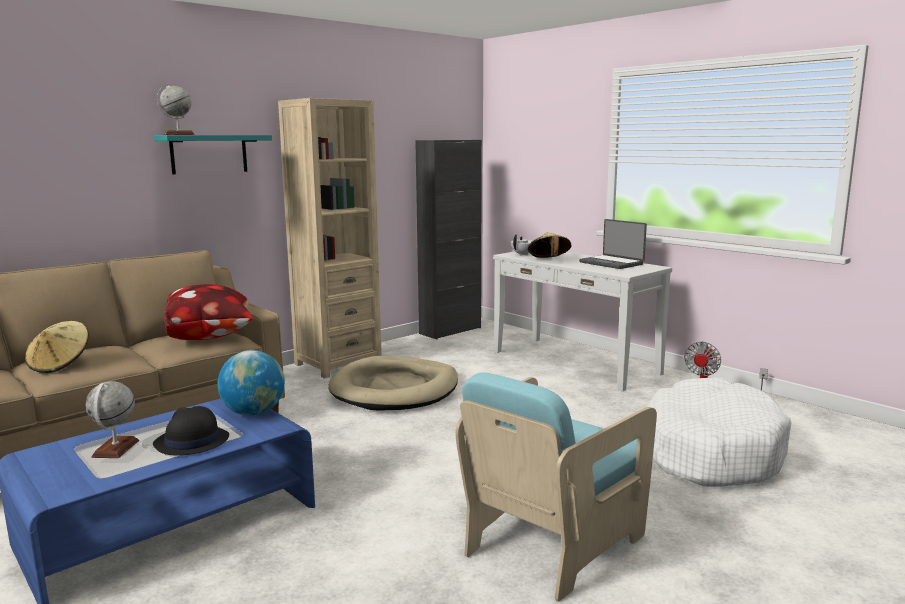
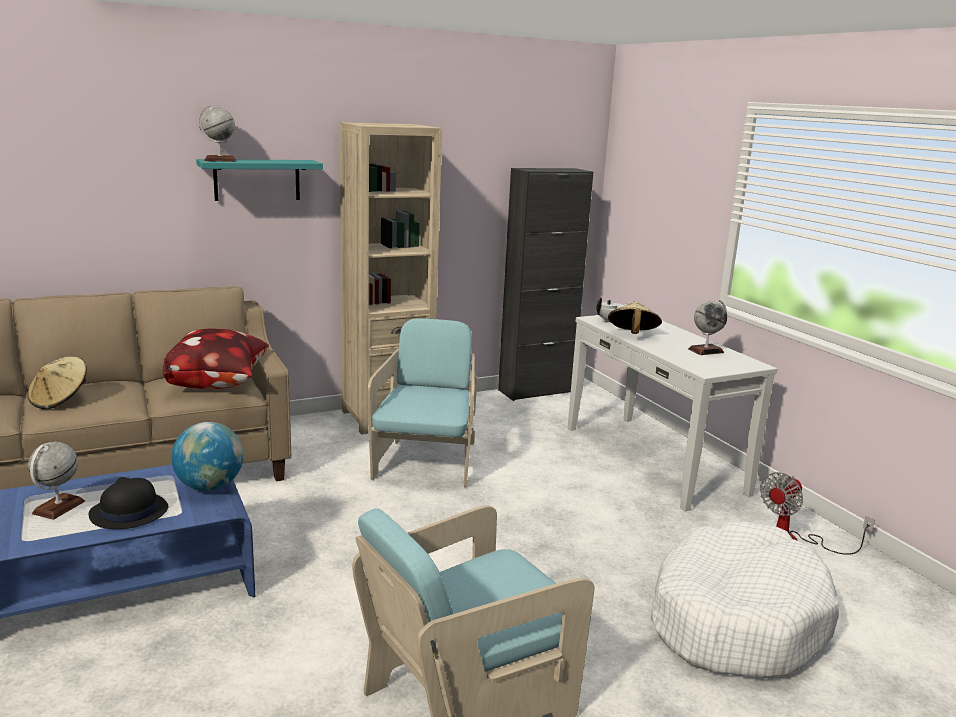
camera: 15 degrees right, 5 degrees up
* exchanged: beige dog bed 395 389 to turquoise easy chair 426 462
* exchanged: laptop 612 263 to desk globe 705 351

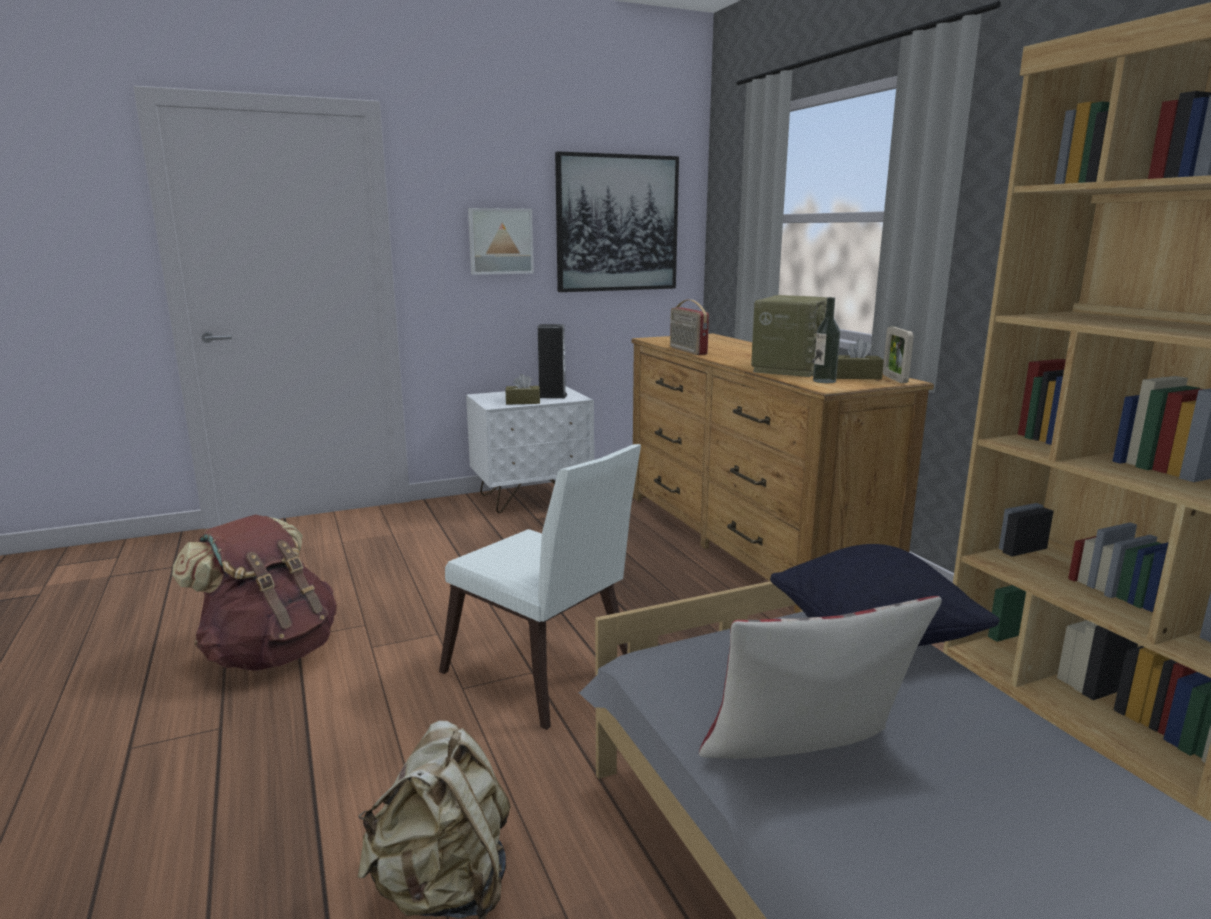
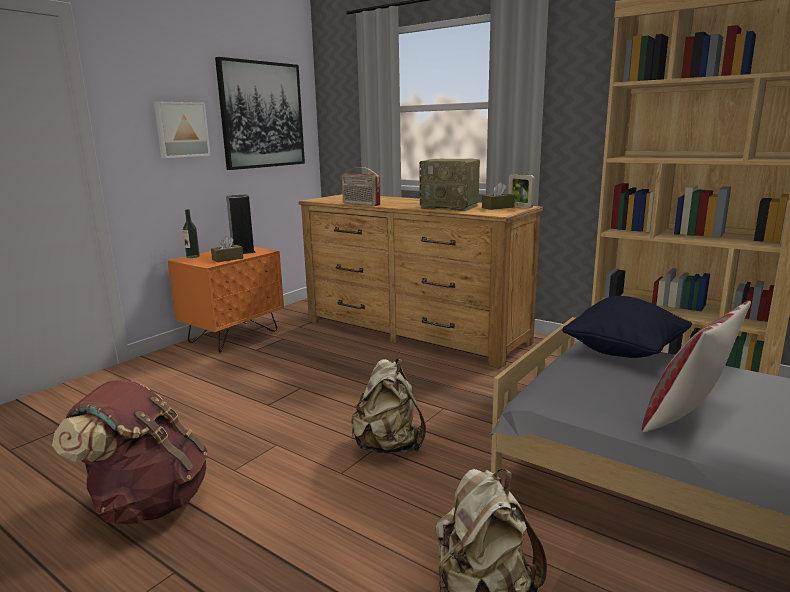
camera: 30 degrees left, 0 degrees up
* colour: white nightstand 532 498 to orange nightstand 234 336
* relocated: beverage bottle 824 381 to 193 256
* exchanged: white chair 545 675 to beige backpack 388 446
* spun: radio 789 368 = 450 207 120 degrees clockwise

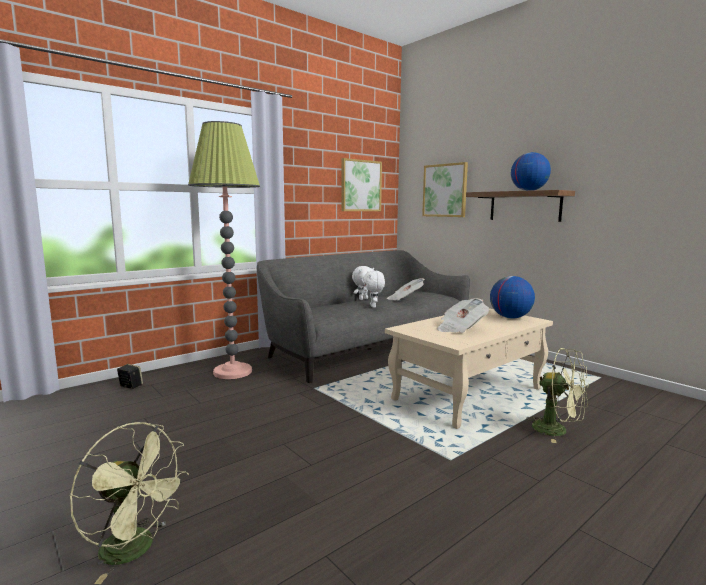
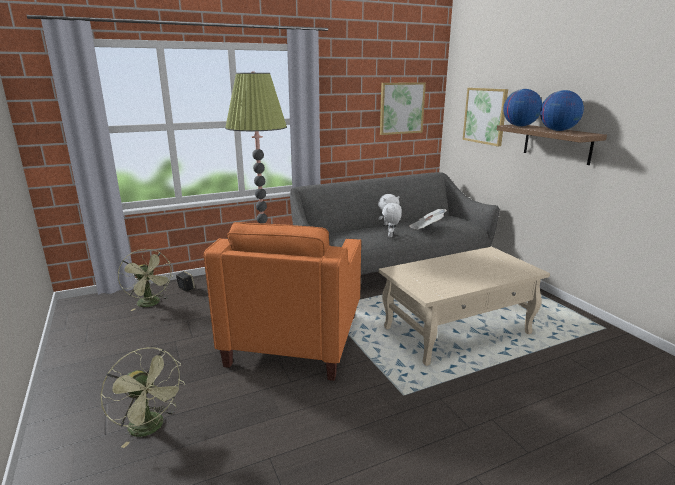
camera: 15 degrees right, 10 degrees up
* relocated: greenish fan 557 430 to 151 304
* appeared: orange easy chair 294 339
* relocated: desk globe 510 317 to 519 126
* missing: daily paper 460 329

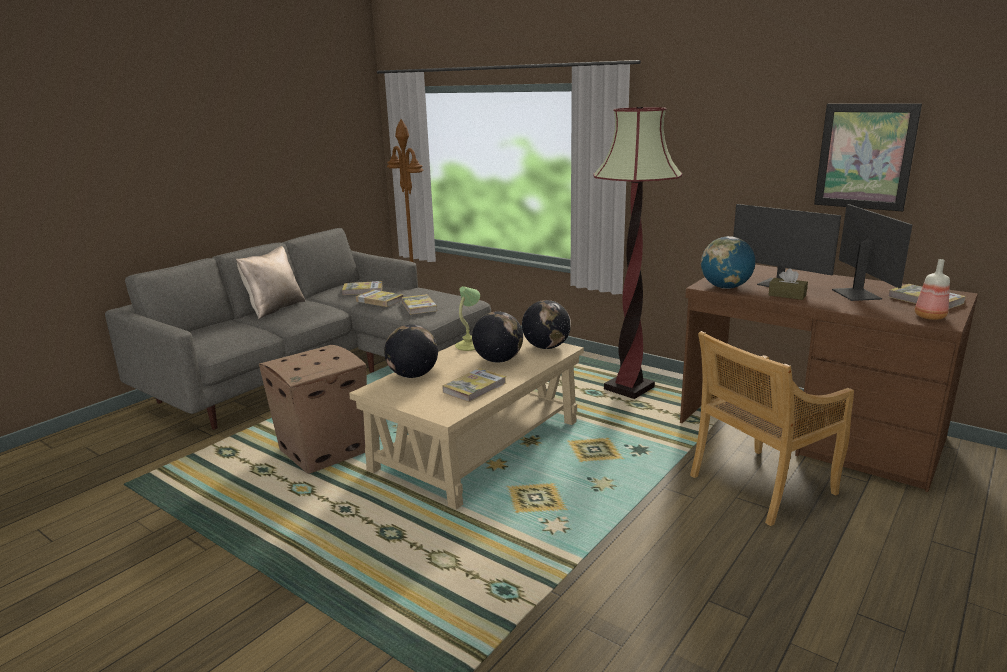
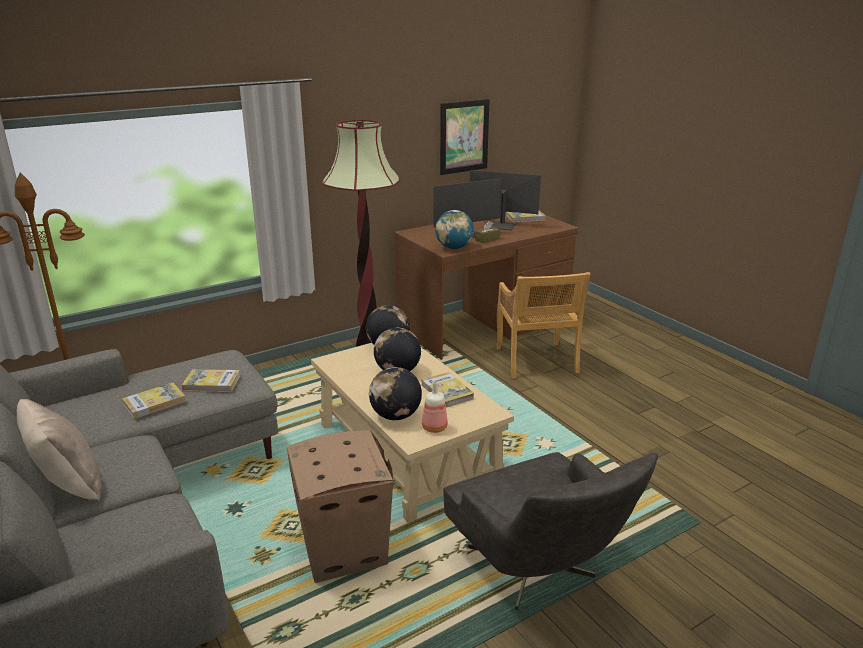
camera: 70 degrees left, 5 degrees up
* relocated: beverage bottle 929 317 to 434 428
* appeared: gray easy chair 539 573
* missing: bound book 363 290
* missing: lamp for a table 469 346

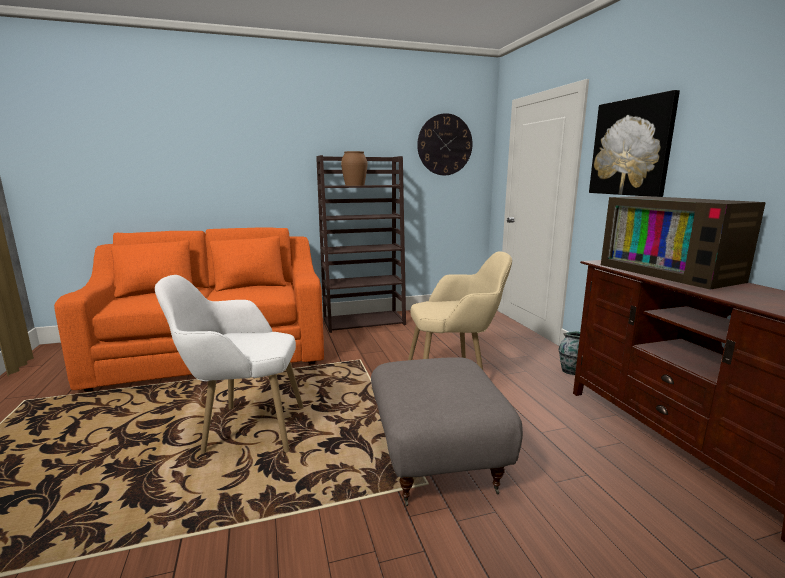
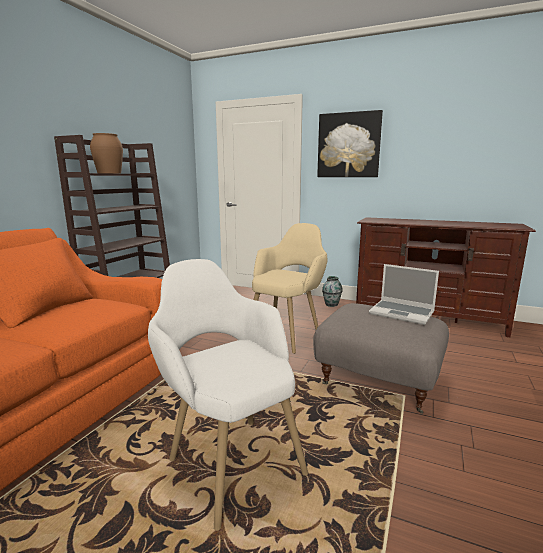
camera: 50 degrees left, 0 degrees up
* spun: white easy chair 241 429 = 227 456 105 degrees clockwise
* appeared: laptop 402 313
* missing: clock on the wall 445 145
* missing: TV 671 273

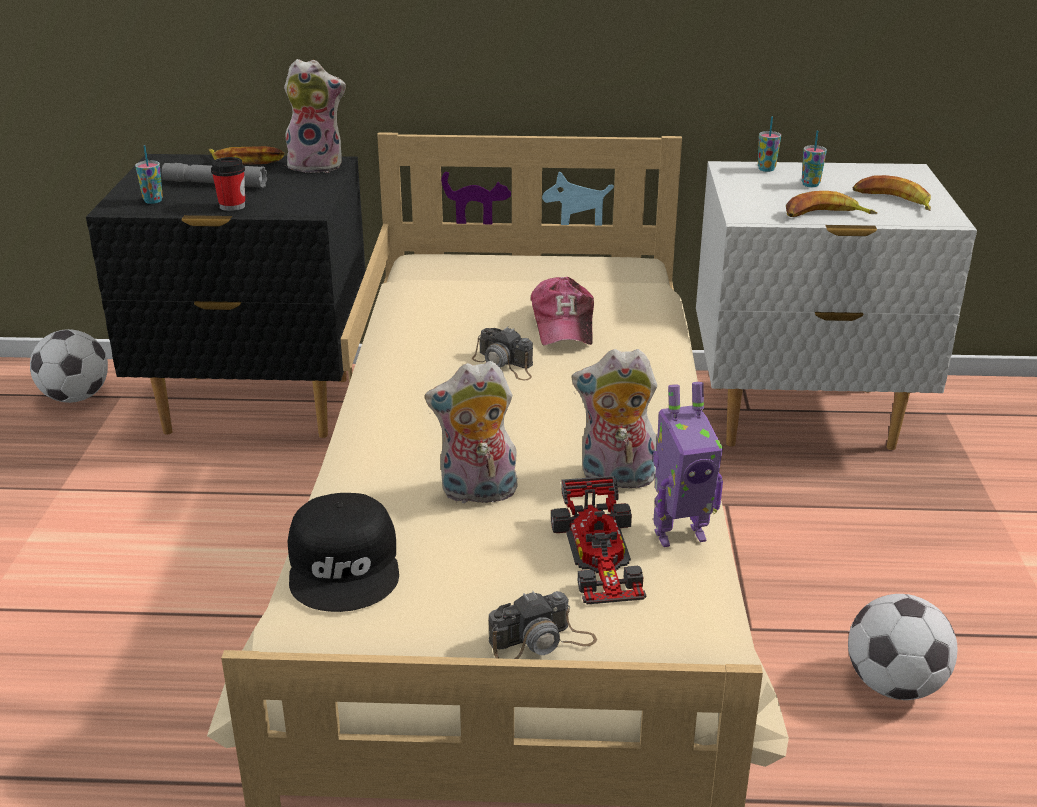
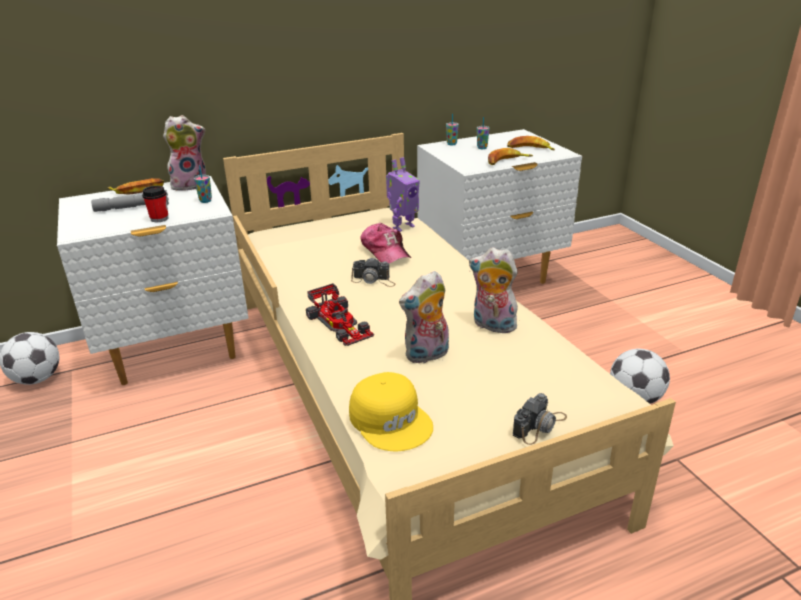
camera: 25 degrees left, 0 degrees up
* colour: black-coloured nightstand 258 406 to white nightstand 175 351
* relocated: drinking cup 153 201 to 205 201
* relocated: model car 600 555 to 340 323
* colour: black-coloured peaked cap 346 565 to yellow-coloured peaked cap 391 419
* relocated: robot figure 678 534 to 402 226
* spun: soft toy 615 478 = 492 326 45 degrees clockwise

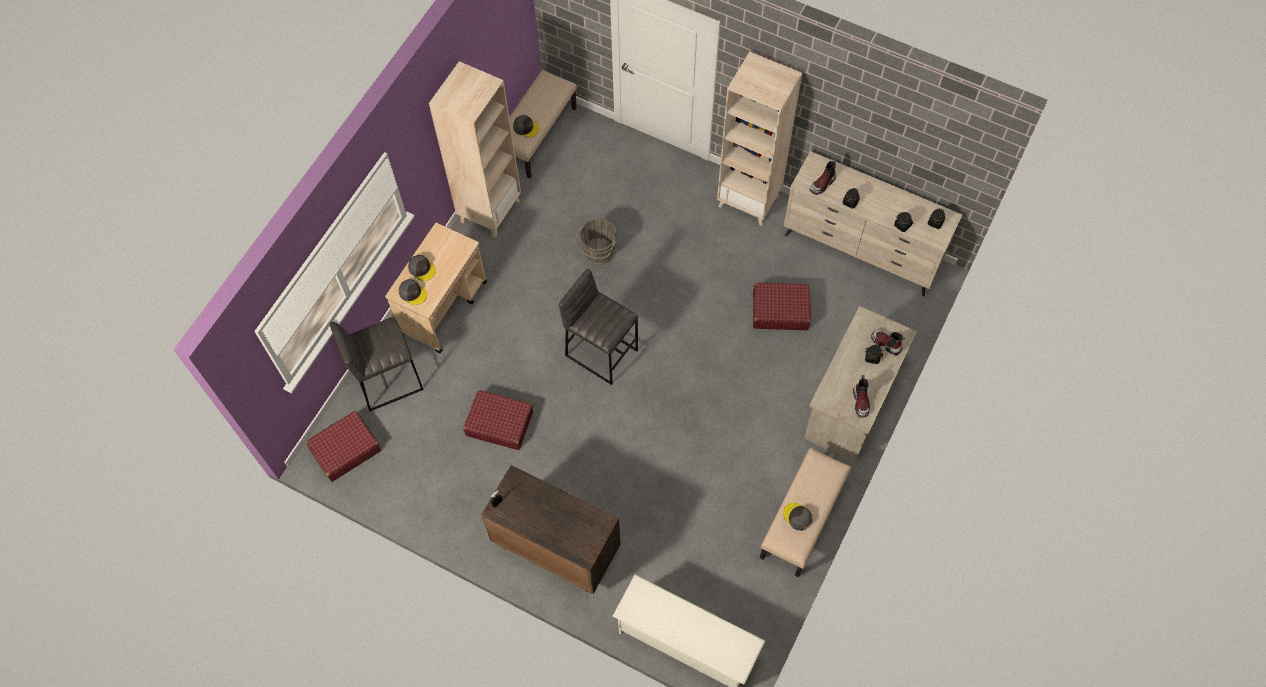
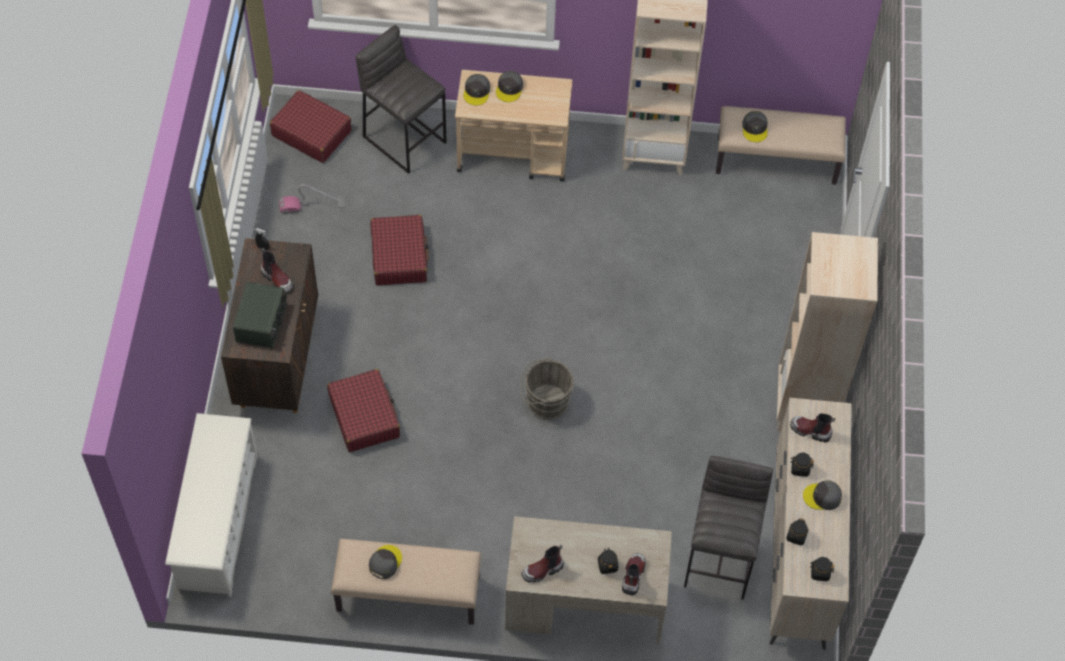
camera: 65 degrees right, 5 degrees down
* appeared: radio 262 323
* appeared: boot 277 279
* appeared: hoover 312 205
* relocated: reddish suitcase 780 311 to 364 416
* relocated: gray bucket 598 253 to 545 402
* relocated: gray stool seat 601 352 to 720 559
* appeared: gray peaked cap 822 497

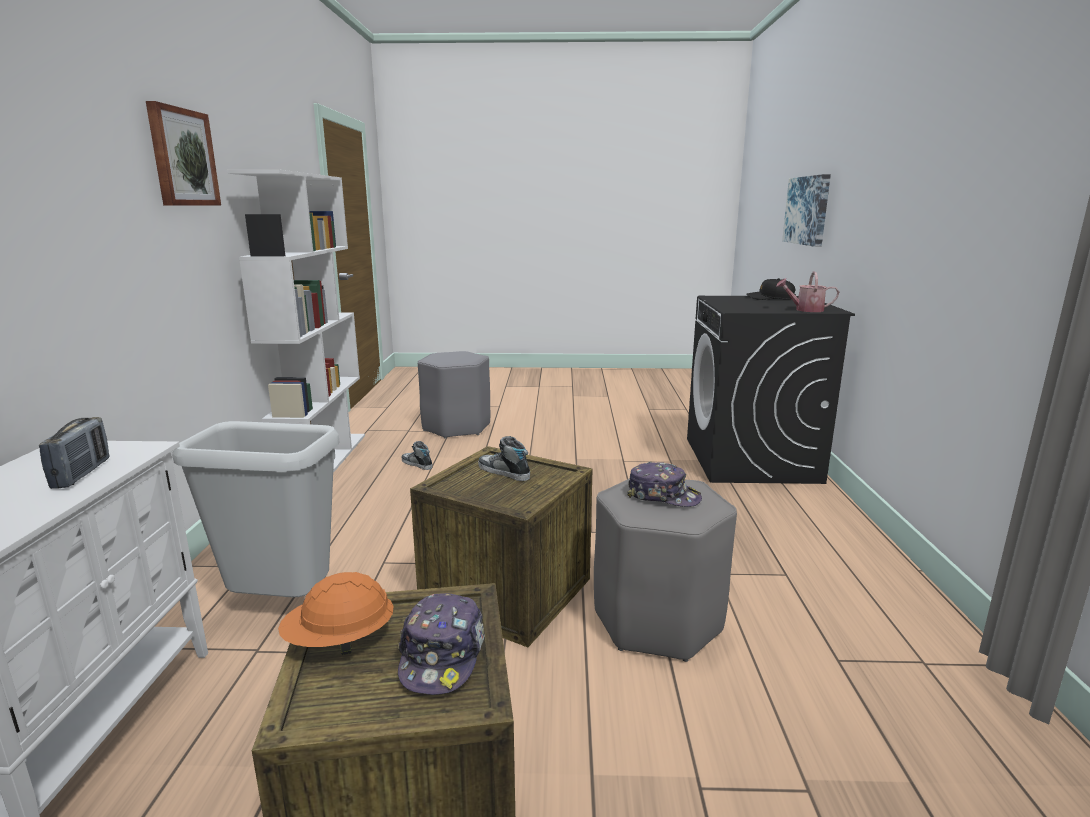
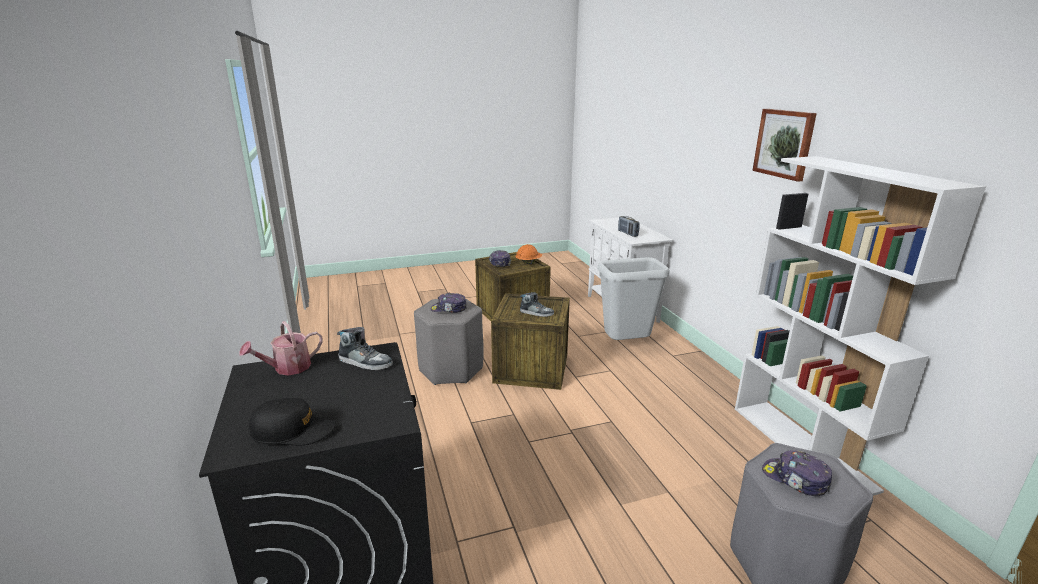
camera: 160 degrees right, 5 degrees up
* spun: watering can 805 310 = 287 368 150 degrees clockwise
* relocated: low shoe 417 464 to 365 362
* appeared: peaked cap 795 479
* missing: picture 808 210

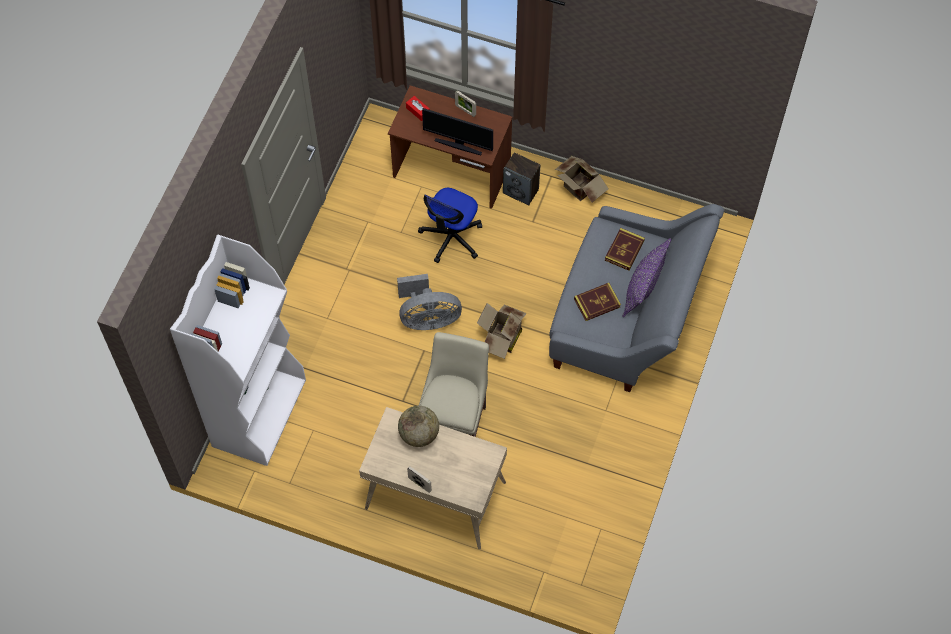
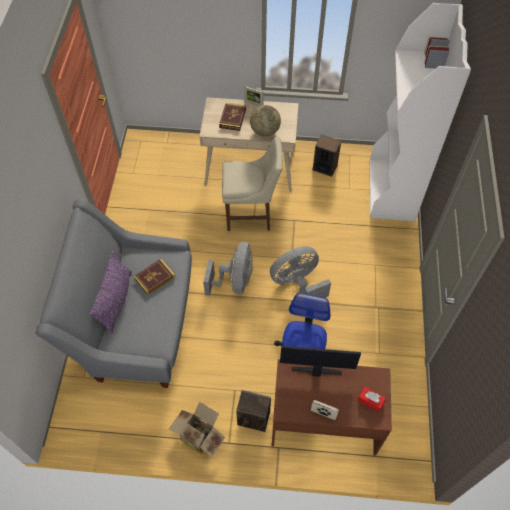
camera: 165 degrees right, 5 degrees down
* exchanged: carton 501 338 to gray fan 234 281
* relocated: bound book 624 250 to 232 118
* spun: beige chair 455 422 = 251 214 90 degrees counterclockwise
* appeared: loudspeaker 324 167

